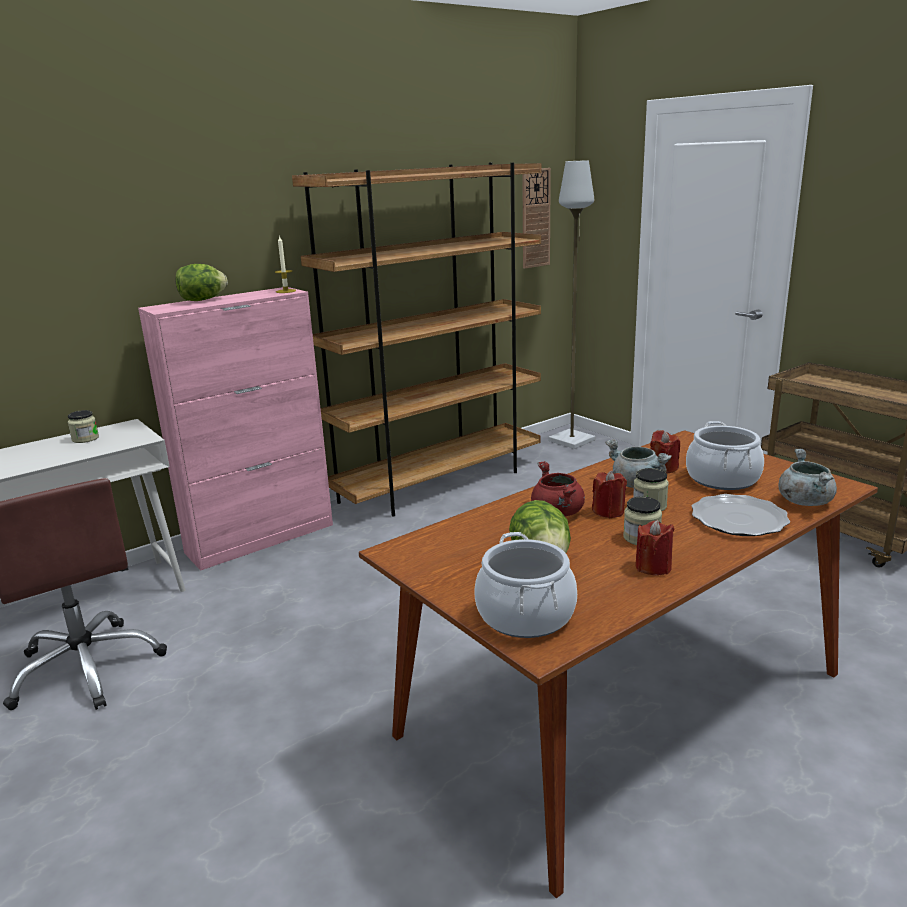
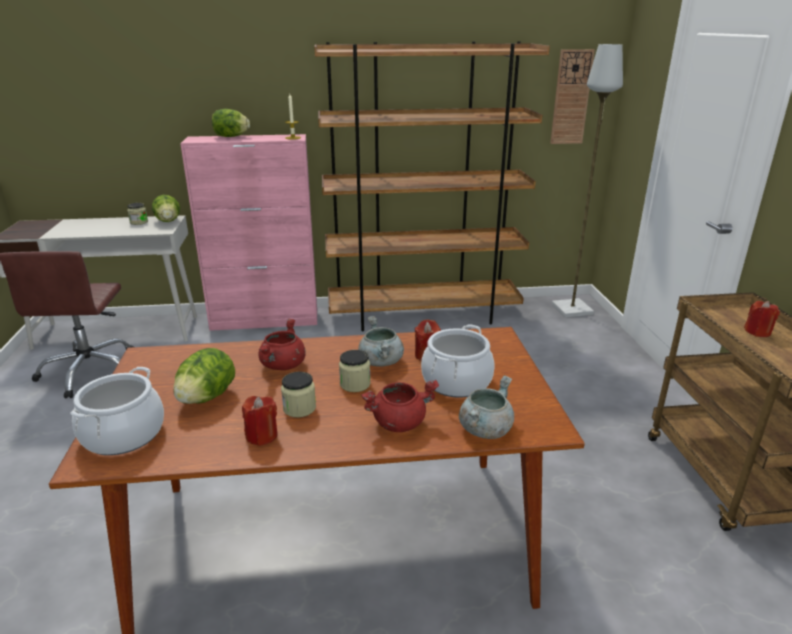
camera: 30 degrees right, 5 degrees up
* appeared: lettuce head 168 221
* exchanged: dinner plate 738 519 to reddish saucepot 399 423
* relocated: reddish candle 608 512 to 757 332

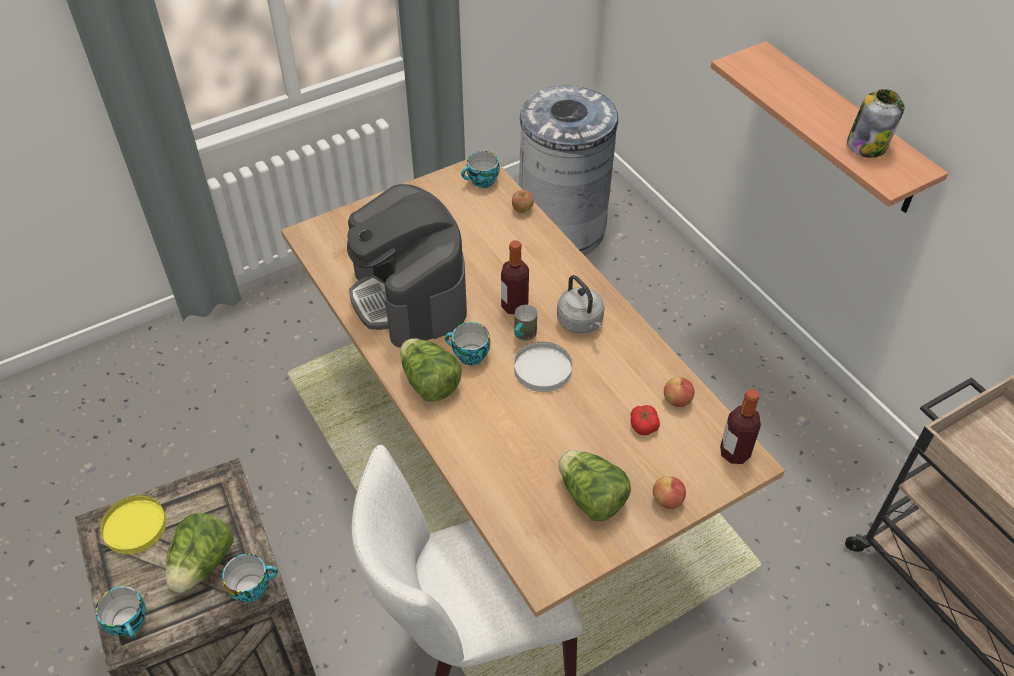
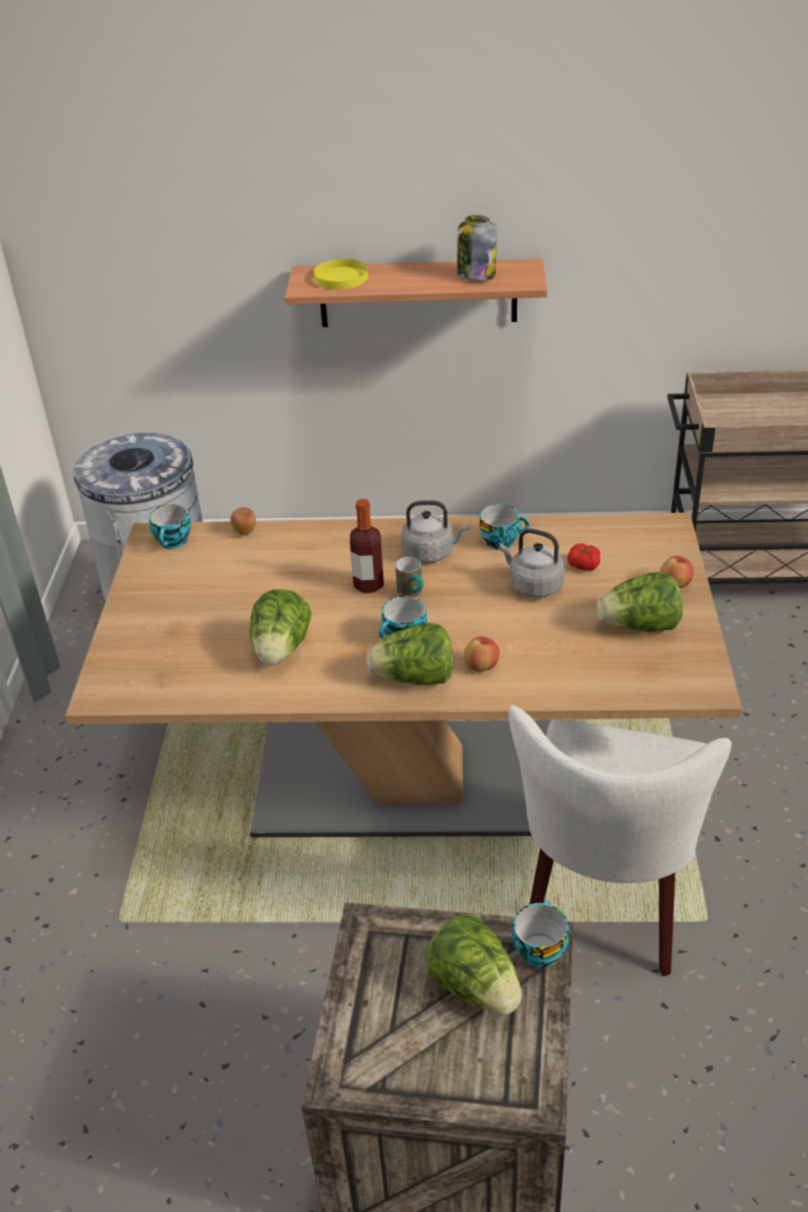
camera: 55 degrees left, 10 degrees down
* exchanged: coffee machine 409 296 to lettuce head 281 650
* relocated: yellow-coloured dinner plate 134 526 to 340 278
* relocated: whole apple 677 400 to 481 666
* relocated: drinking cup 130 623 to 502 540
* appeared: gray tea kettle 533 585
* missing: white dinner plate 543 369
* missing: beverage bottle 734 453

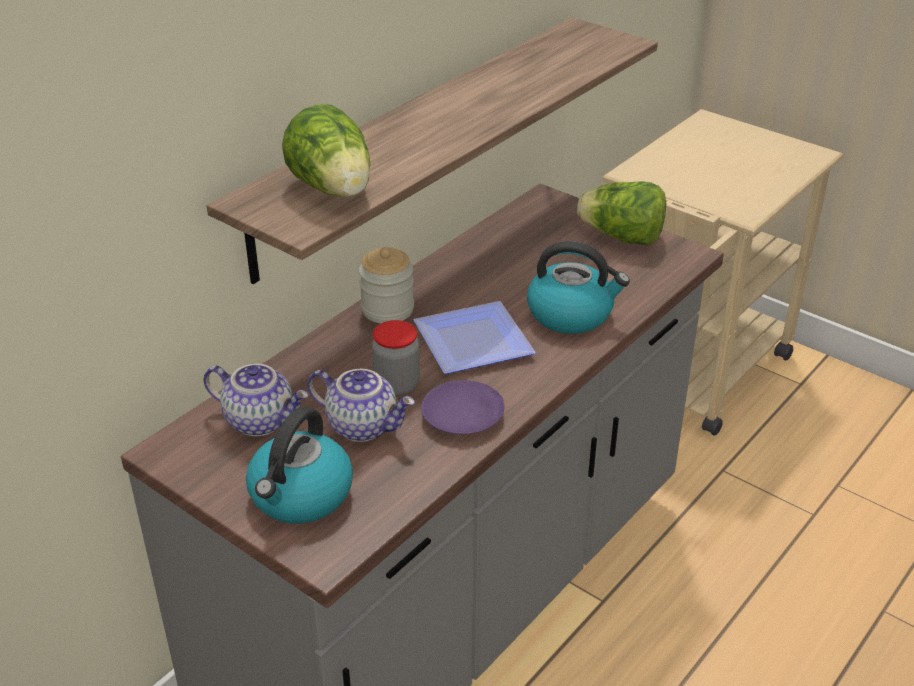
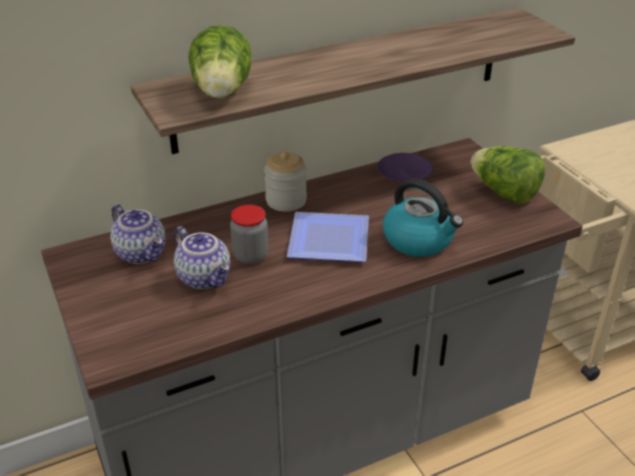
camera: 25 degrees right, 0 degrees up
* relocated: purple-coloured dinner plate 464 416 to 404 174
* missing: tea kettle 301 496

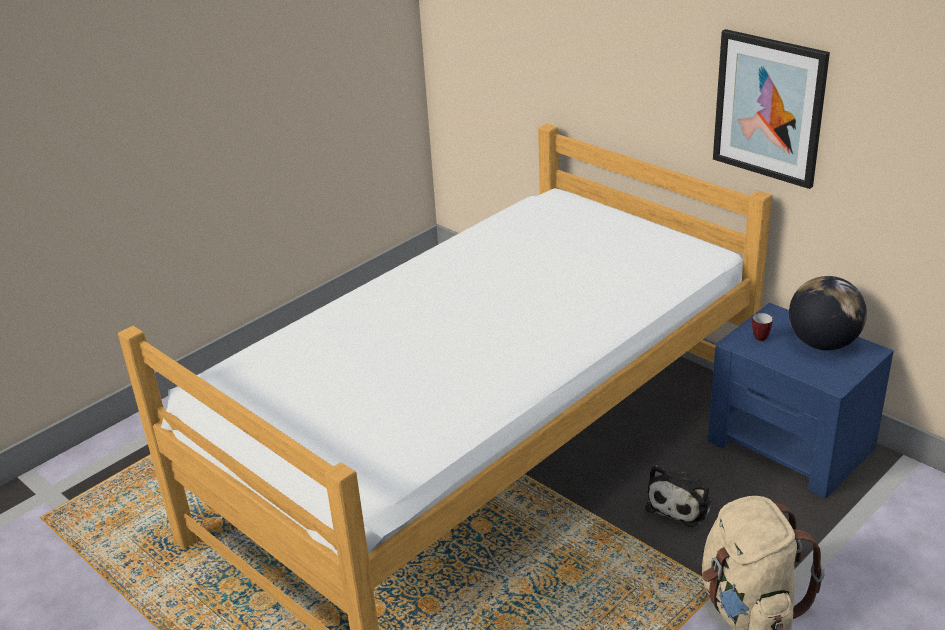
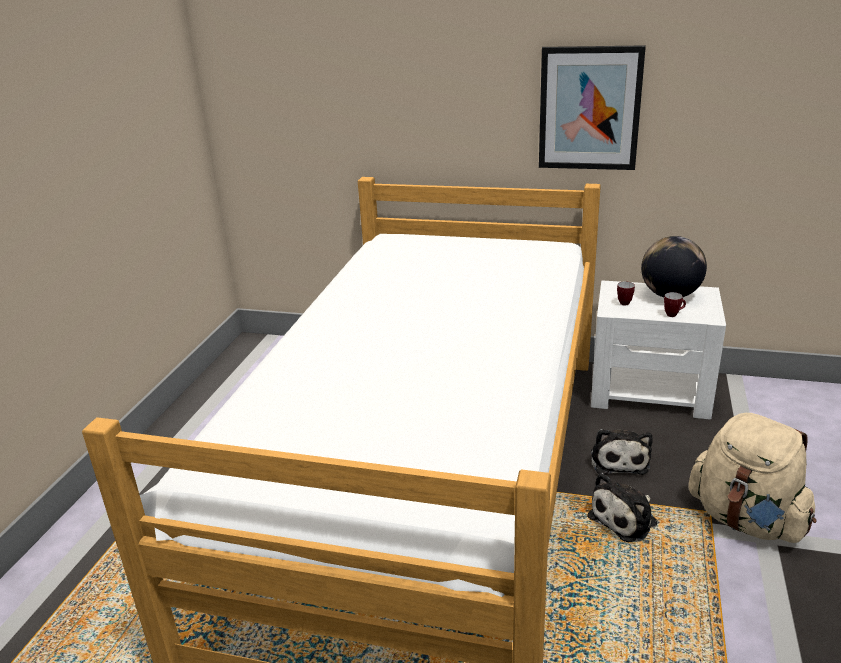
camera: 30 degrees left, 5 degrees down
* appeared: soft toy 626 519
* colour: bluish nightstand 791 445 to white nightstand 650 391
* appeared: tea mug 673 314

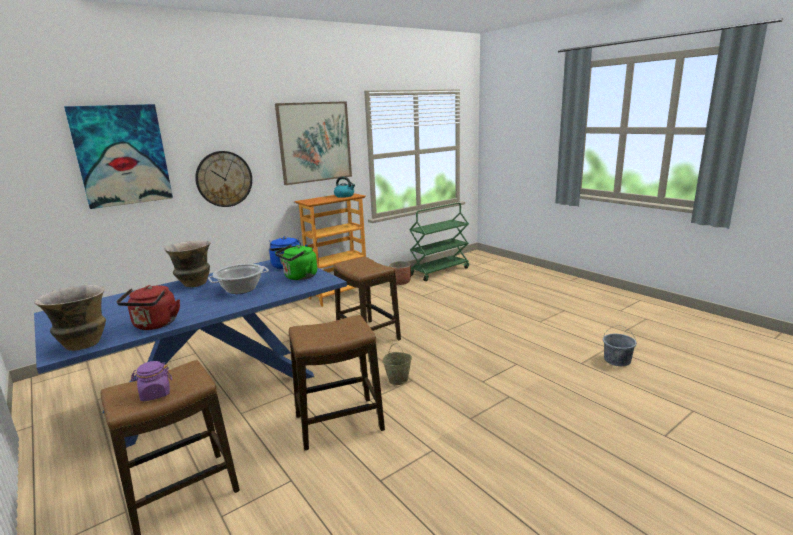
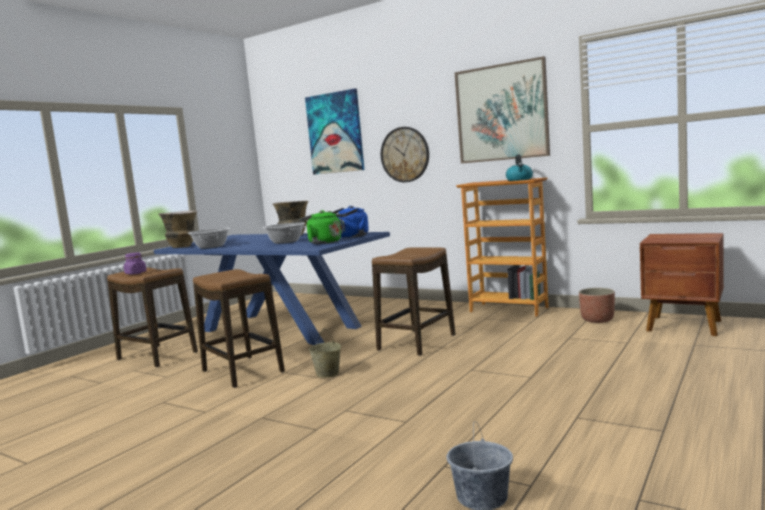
camera: 70 degrees right, 10 degrees down
* exchanged: reddish tea kettle 155 325 to saucepot 211 247
* exchanged: greenish cart 439 271 to brownish nightstand 684 326

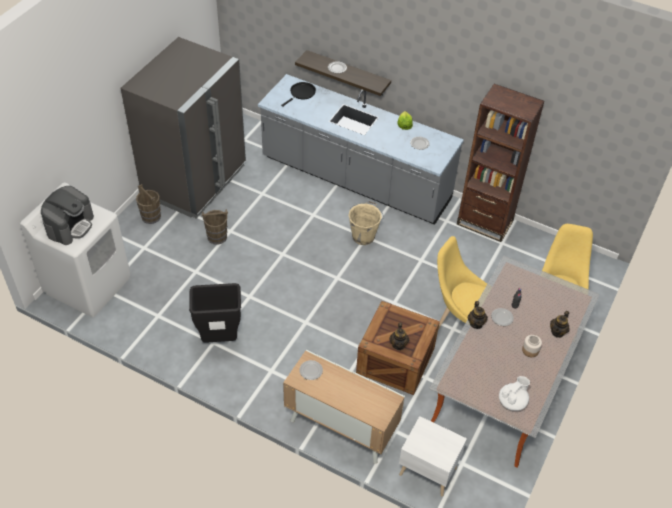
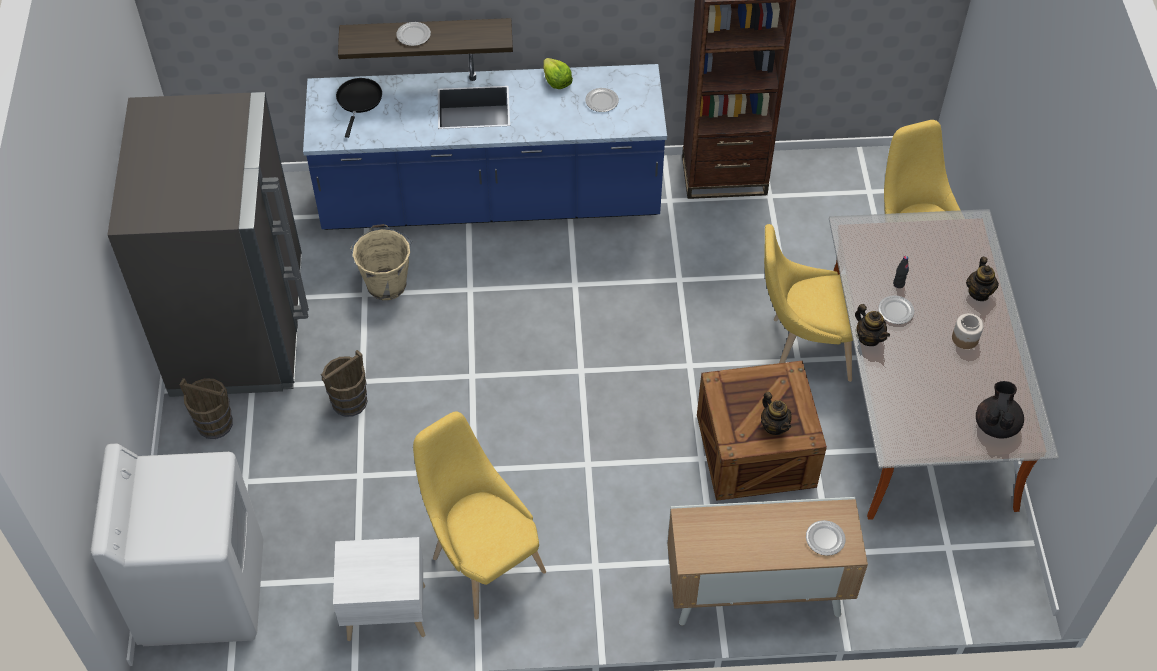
camera: 30 degrees left, 5 degrees up
* colour: gray kitchen counter 355 180 to bluish kitchen counter 491 201
* relocated: white nightstand 427 470 to 385 611
* relocated: beige bucket 363 236 to 386 283
* exchanged: black-coloured rubbish bin 220 339 to yellow-coloured chair 482 560
* relocated: dinner plate 311 370 to 825 538
* colour: white tea pot 512 401 to black-coloured tea pot 996 424
* missing: coffee machine 70 225

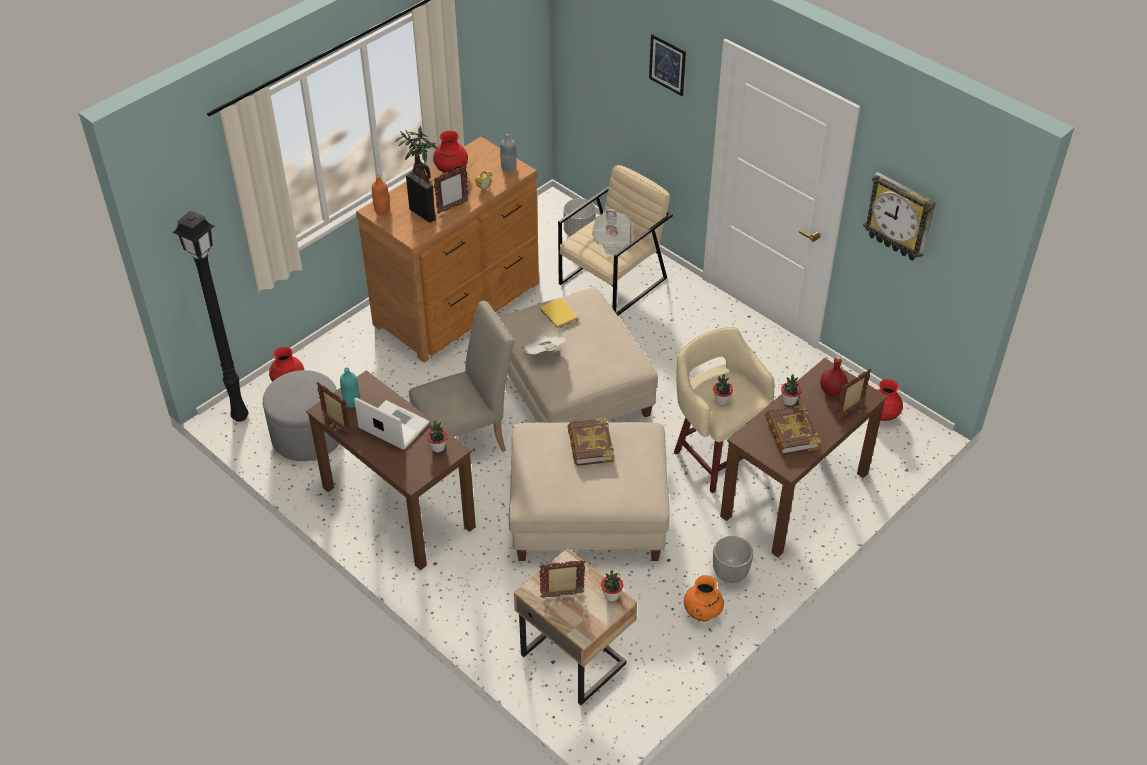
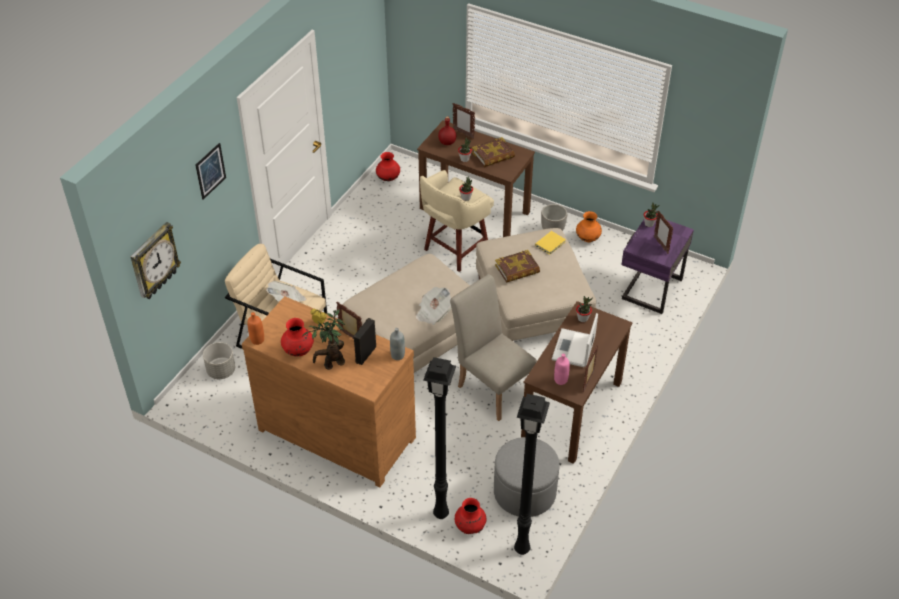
camera: 105 degrees left, 0 degrees up
* relocated: clock on the wall 900 217 to 154 261
* relocated: orange beverage bottle 382 211 to 257 340
* relocated: gray beverage bottle 508 168 to 397 355
* appeared: black-coloured standard lamp 439 514
* relocated: yellow-coloured bound book 559 315 to 551 243
* colour: turquoise beverage bottle 352 402 to pinkish beverage bottle 560 380
* colour: beige nightstand 575 657 to purple-coloured nightstand 650 289

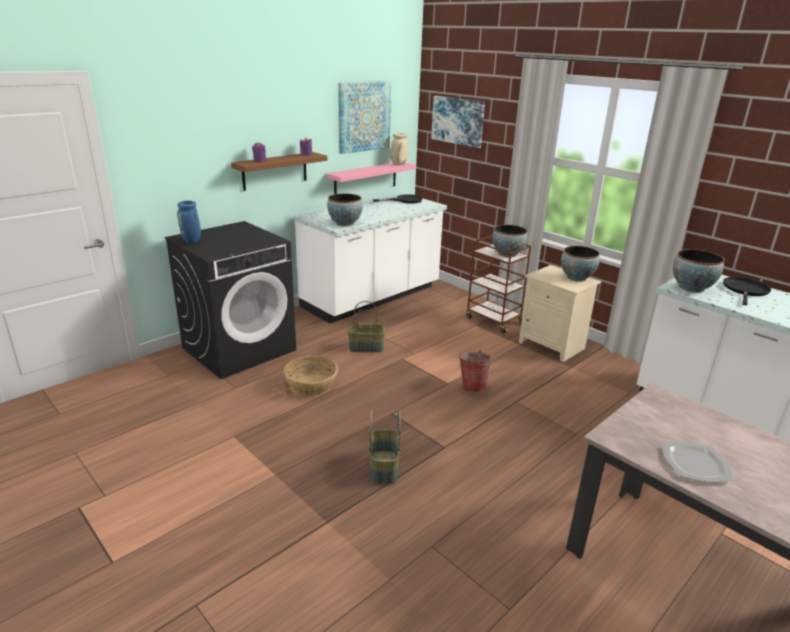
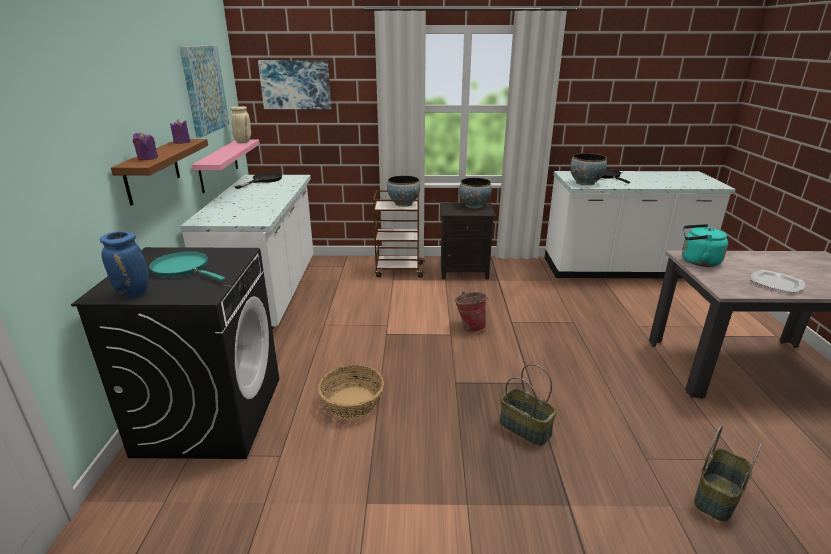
camera: 45 degrees left, 0 degrees up
* appeared: turquoise skillet 183 268
* colour: beige nightstand 553 345 to black-coloured nightstand 464 270
* appeared: turquoise tea kettle 697 261
* relocated: storage basket 366 347 to 716 496
* missing: deep dish 345 223

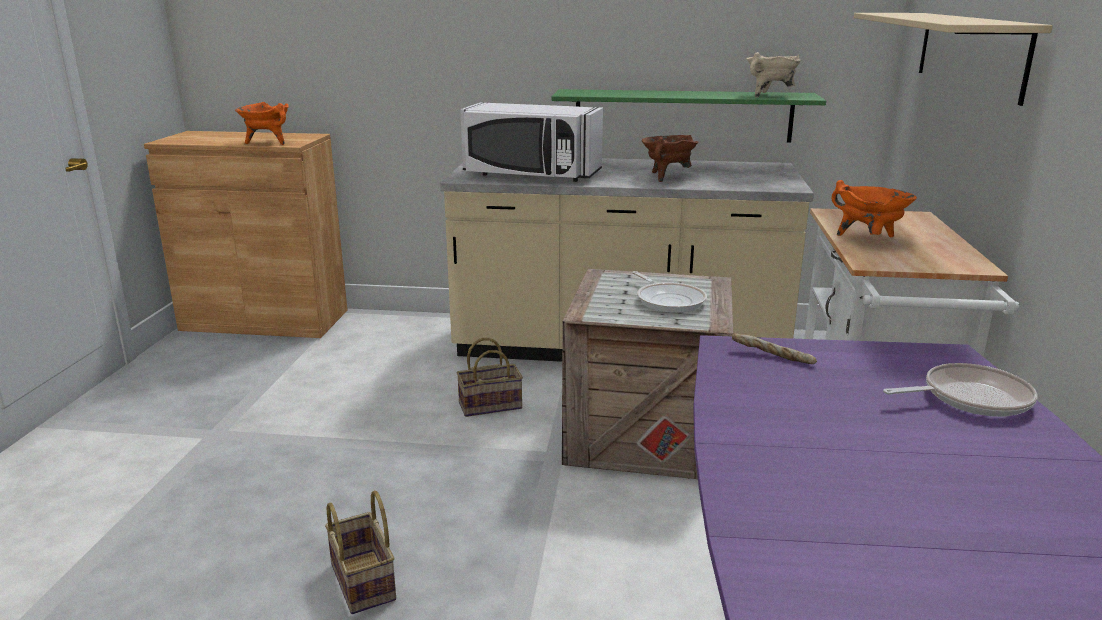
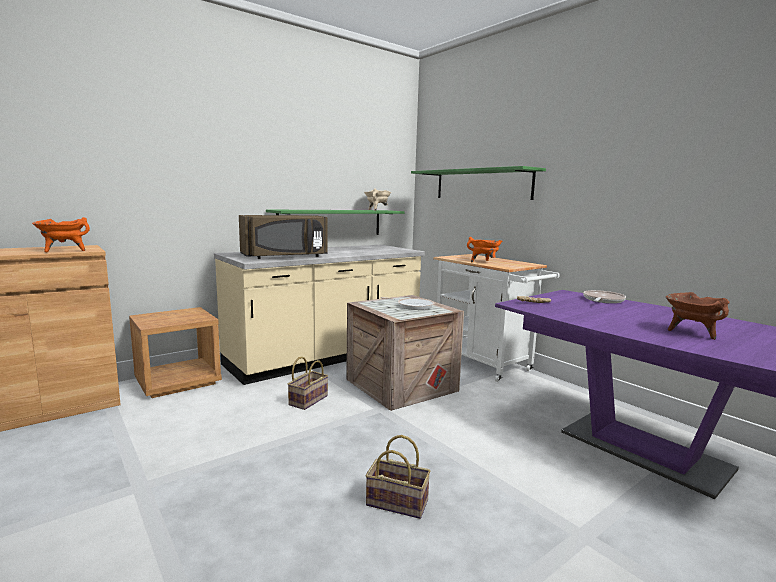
camera: 45 degrees left, 10 degrees down
* appeared: brownish nightstand 178 382
* colour: white microwave oven 531 175 to brownish microwave oven 285 256
* colour: beige wall shelf 969 52 to greenish wall shelf 482 184
* relocated: brownish saucepot 667 177 to 691 333

